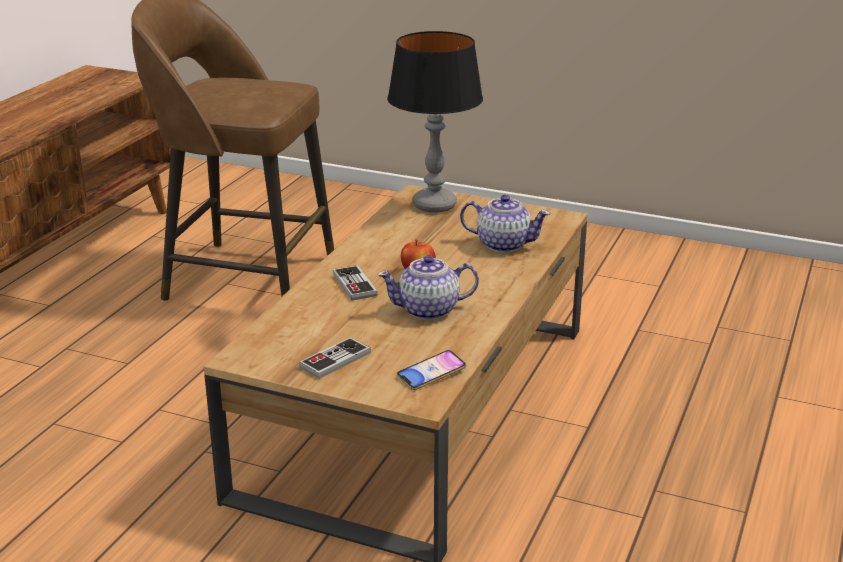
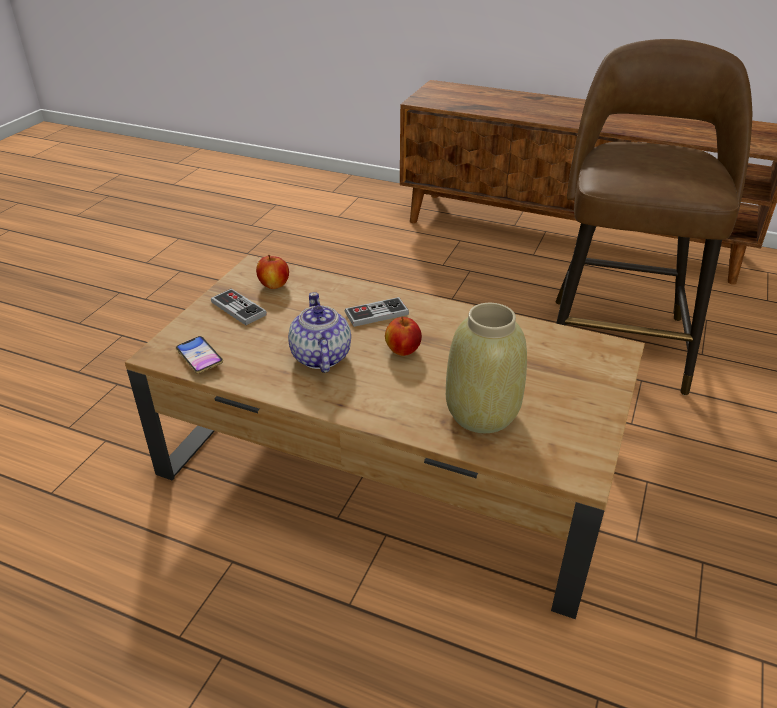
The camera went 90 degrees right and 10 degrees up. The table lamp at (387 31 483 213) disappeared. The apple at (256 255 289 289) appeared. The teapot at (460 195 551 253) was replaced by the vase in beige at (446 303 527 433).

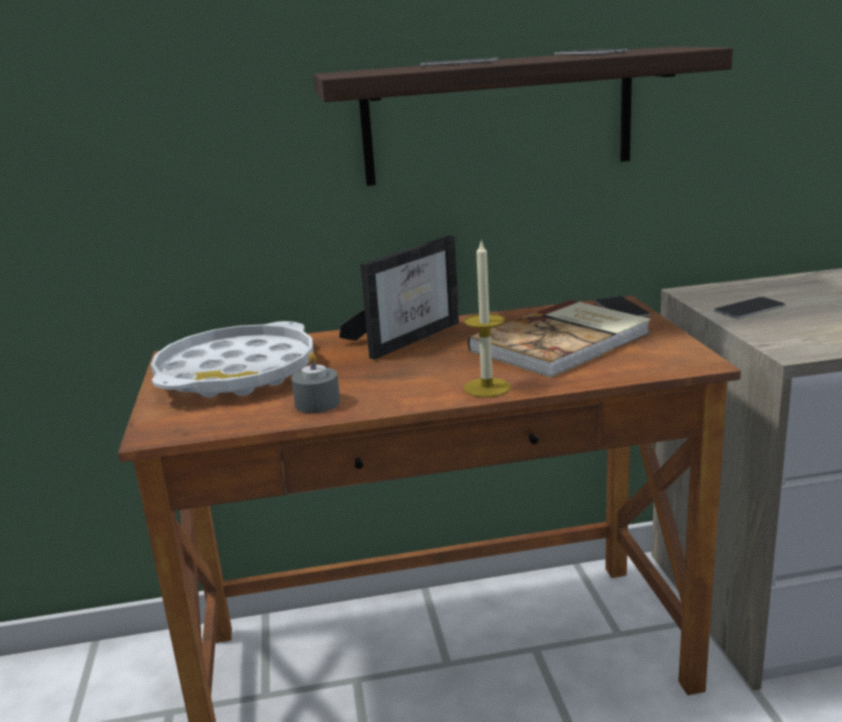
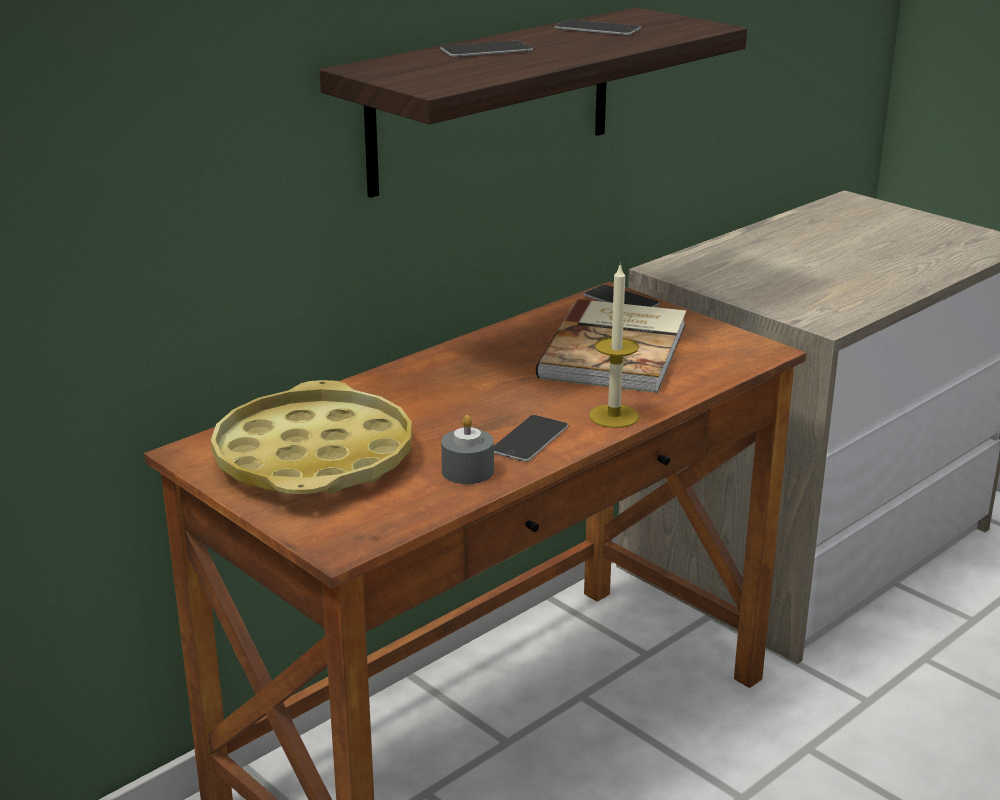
The camera went 35 degrees left and 5 degrees up. The picture frame at (339 236 459 360) disappeared. The phone moved from (714 297 786 319) to (494 415 568 462). The tray in white at (151 321 314 398) became the tray in yellow at (211 380 412 494).

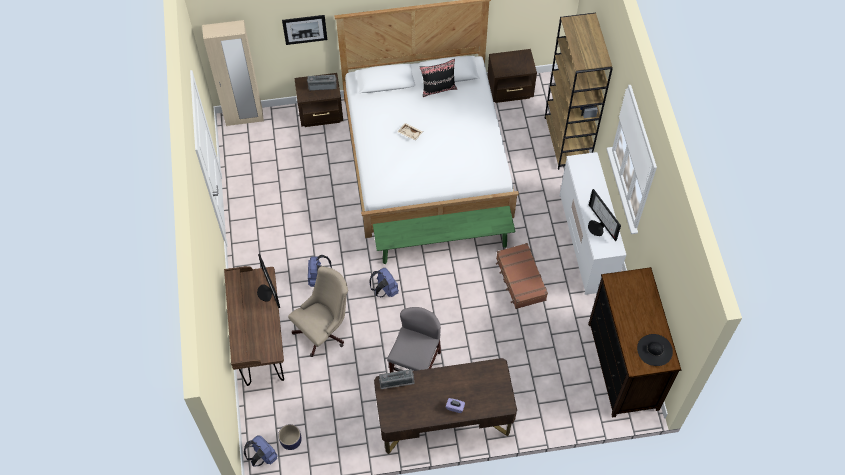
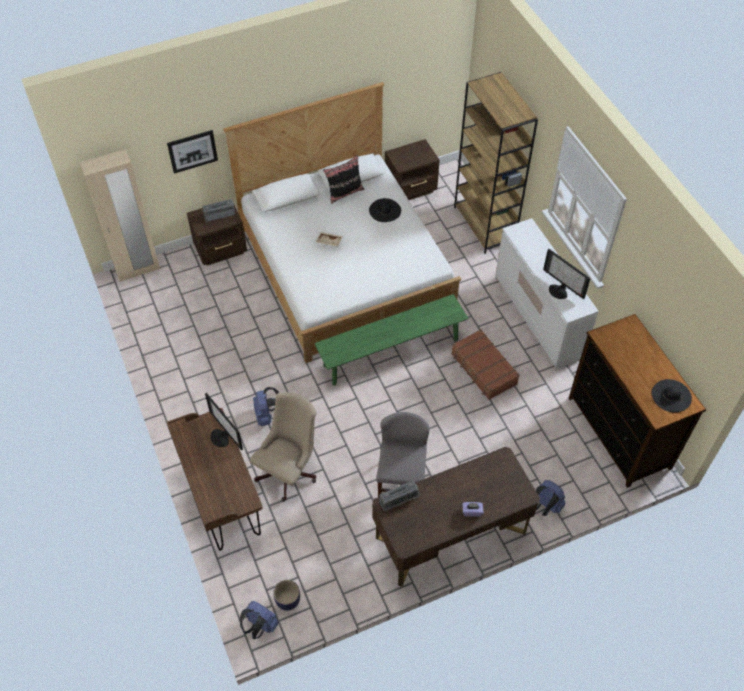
The camera went 15 degrees left and 5 degrees down. The hat in black at (369 198 401 222) appeared. The backpack in blue moved from (369 268 399 297) to (536 480 565 516).

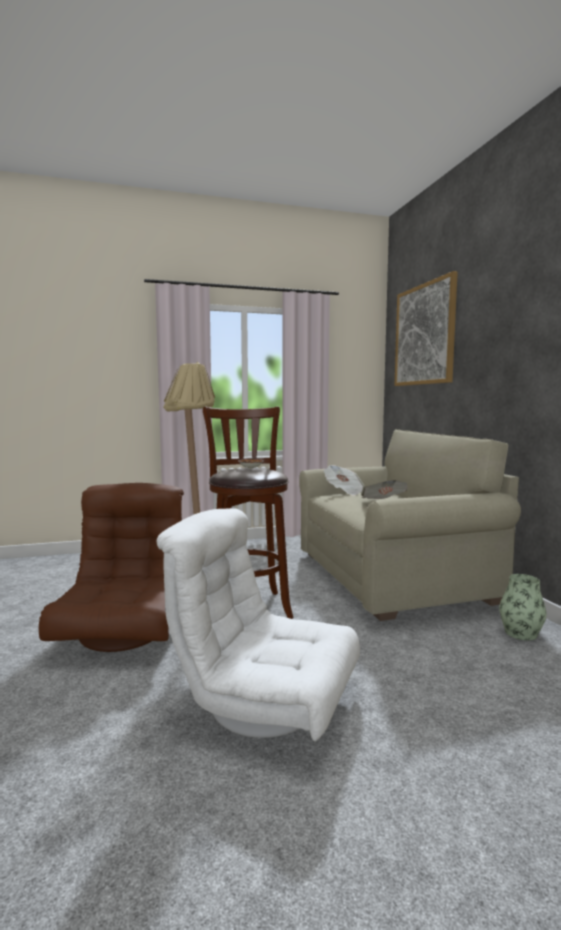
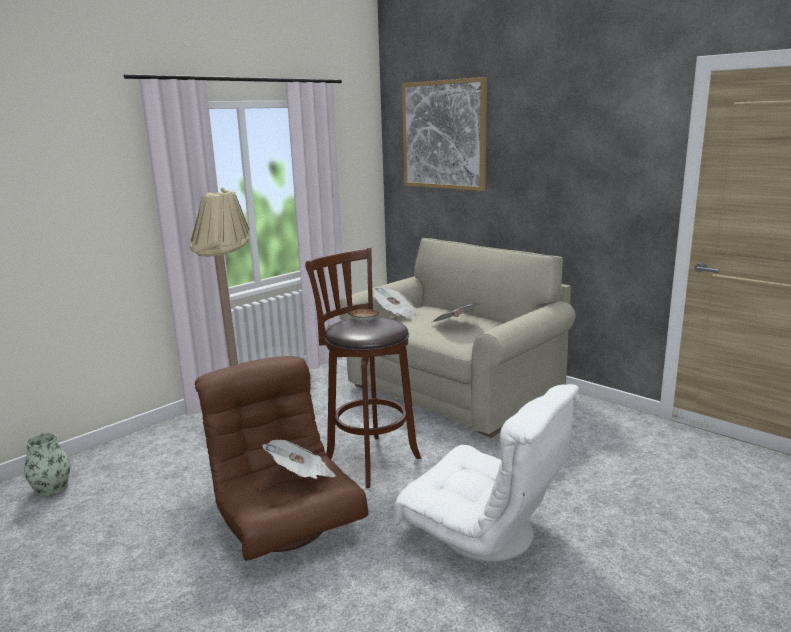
The camera went 30 degrees left and 10 degrees up. The newspaper at (262 440 336 479) appeared. The vase moved from (499 574 546 641) to (24 433 70 497). The armchair in white at (157 508 360 742) turned 135 degrees counterclockwise.

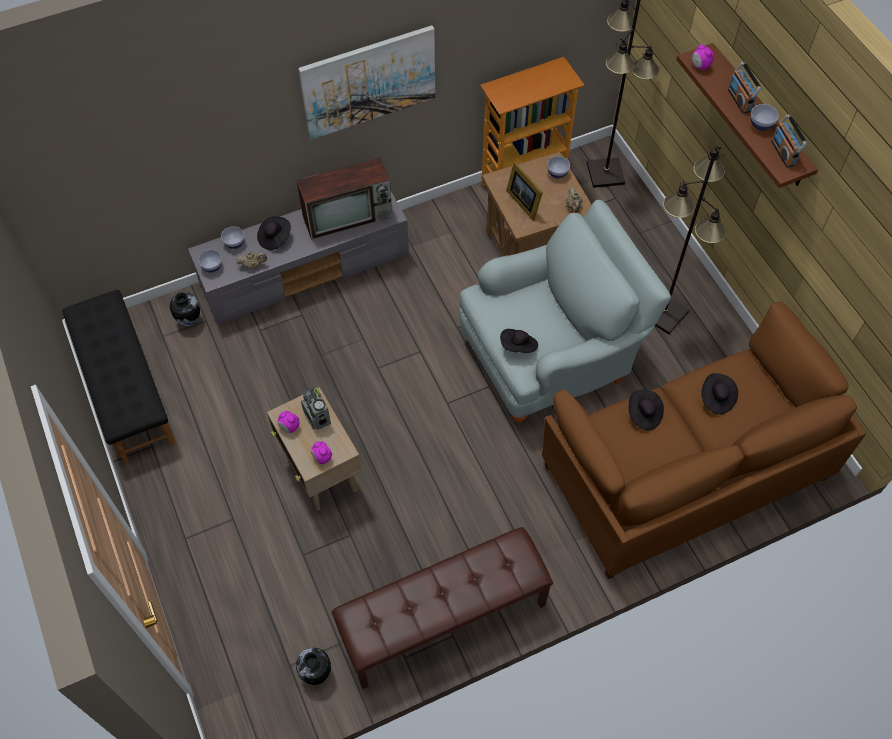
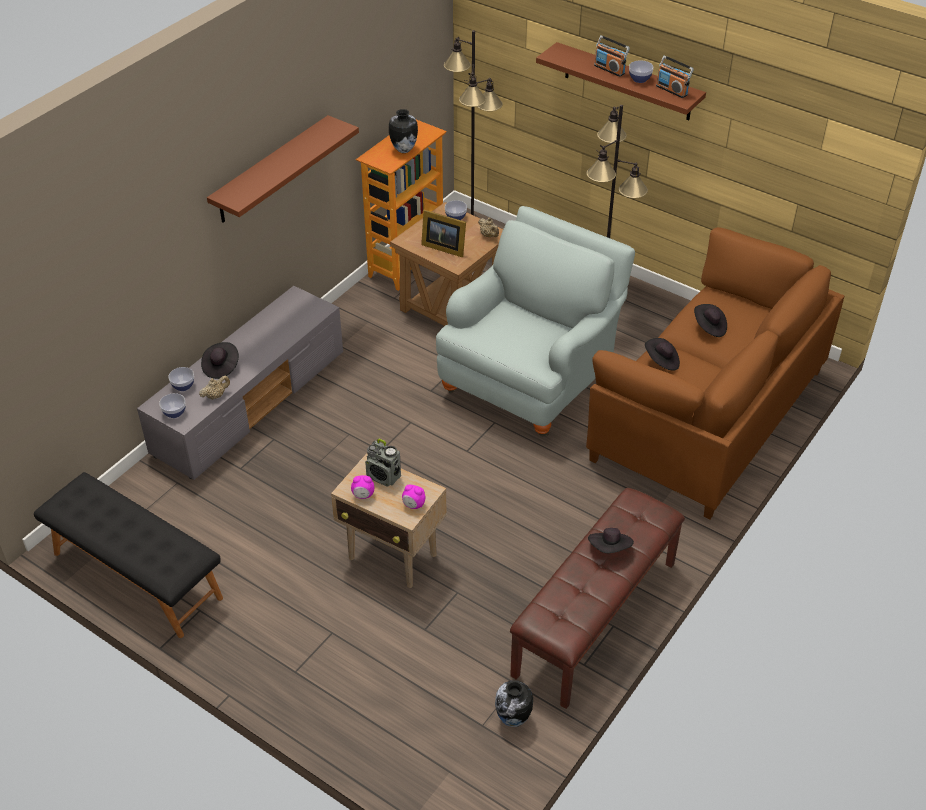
The camera went 30 degrees left and 15 degrees down. The television at (296 158 392 240) disappeared. The alarm clock at (692 44 714 70) disappeared. The vase moved from (170 292 200 327) to (389 109 418 153). The hat in black moved from (500 329 538 353) to (588 528 634 553). The picture at (298 25 435 140) was replaced by the shelf in brown at (207 115 359 223).

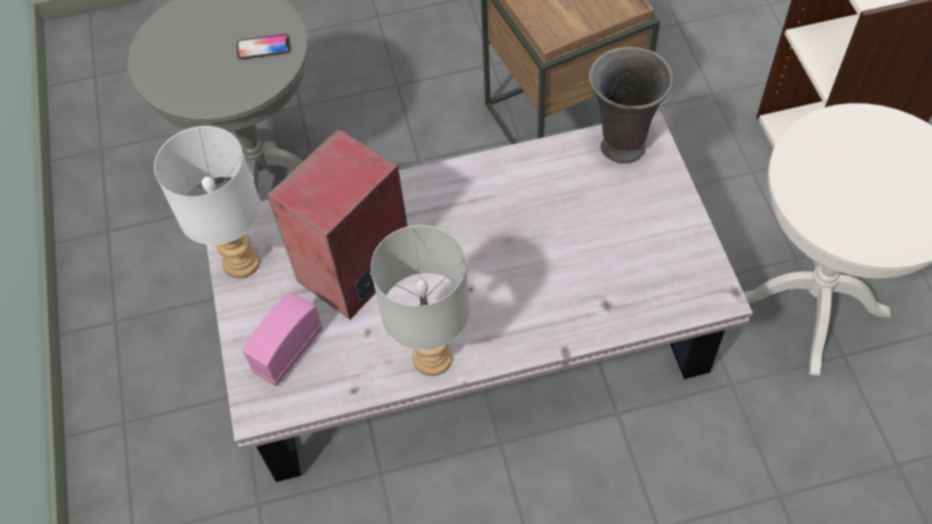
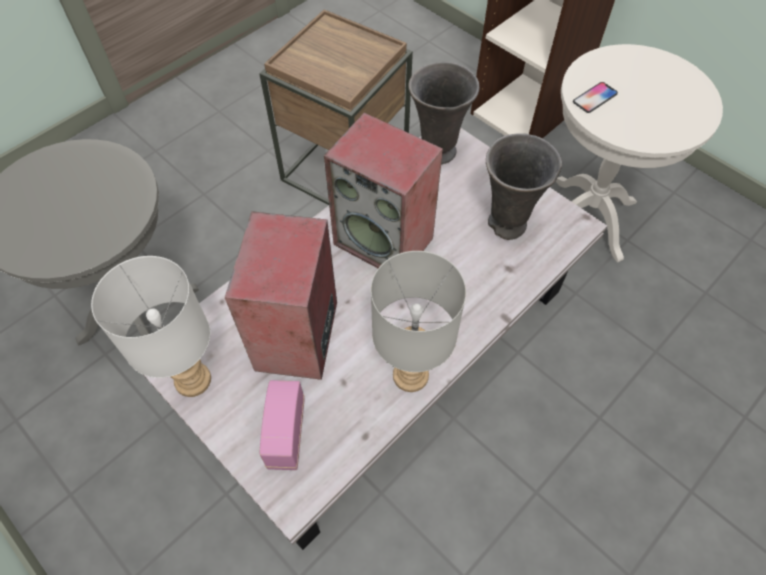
The camera went 35 degrees left and 0 degrees up. The speaker at (324 113 443 268) appeared. The vase in grey at (486 133 562 240) appeared. The phone moved from (237 34 290 59) to (573 82 618 113).

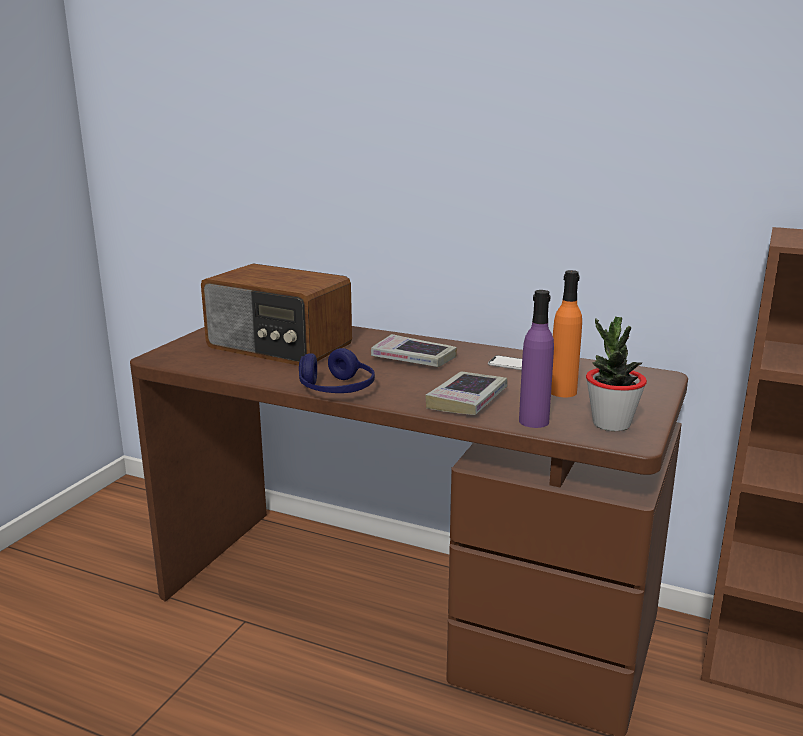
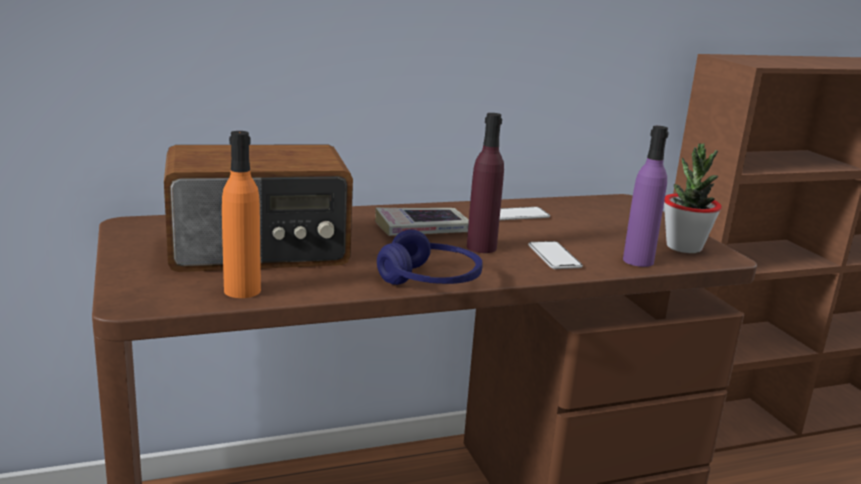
The camera went 45 degrees left and 0 degrees up. The bottle in purple at (467 113 504 253) appeared. The bottle in orange moved from (551 270 582 397) to (222 131 261 298). The book at (425 372 508 415) was replaced by the phone at (528 241 583 269).

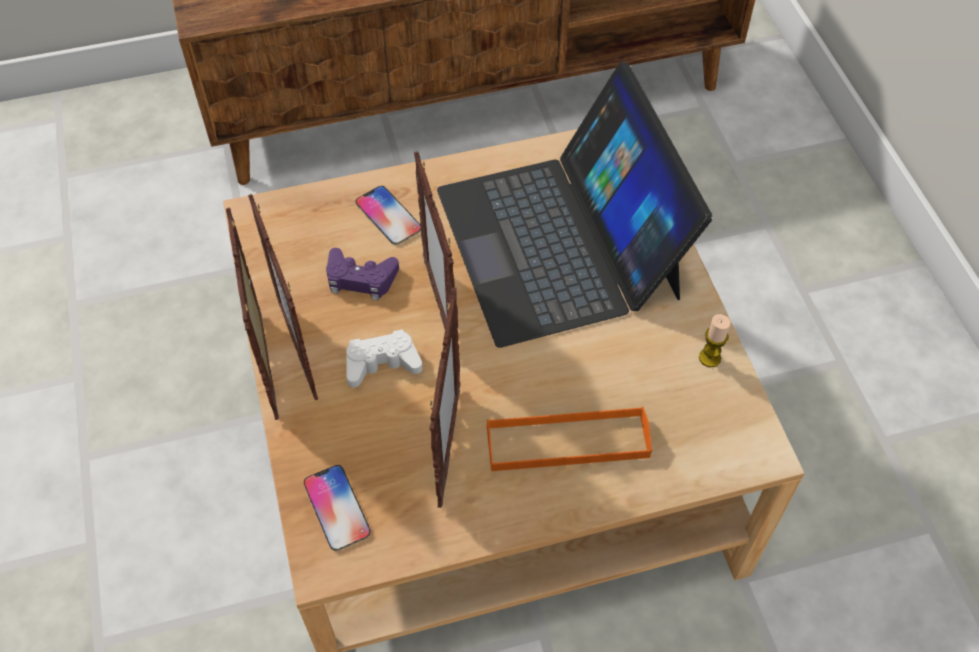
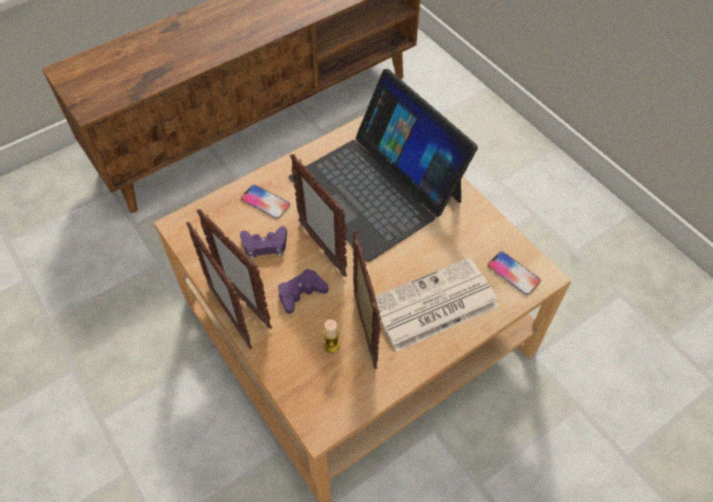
The camera went 20 degrees left and 0 degrees up. The phone moved from (304 465 371 551) to (488 252 541 295). The candle moved from (699 314 730 367) to (323 320 340 353). The tray in orange at (487 407 652 471) was replaced by the newspaper at (375 257 500 352). The game controller in white at (346 329 422 387) became the game controller in purple at (278 269 328 314).

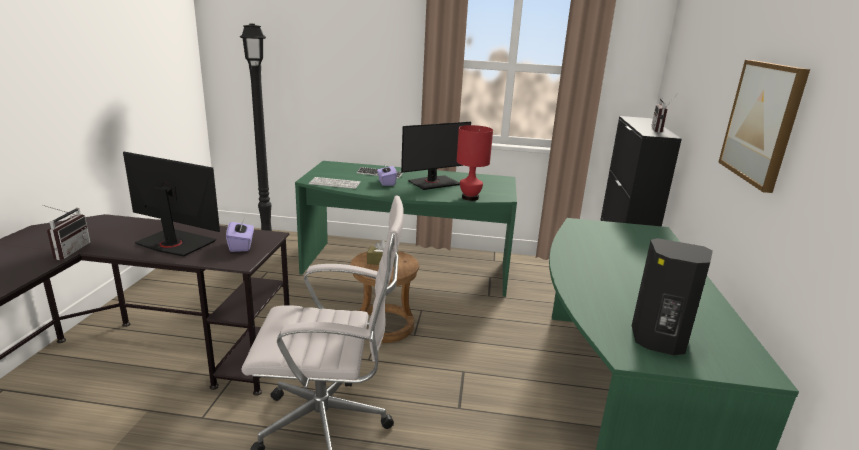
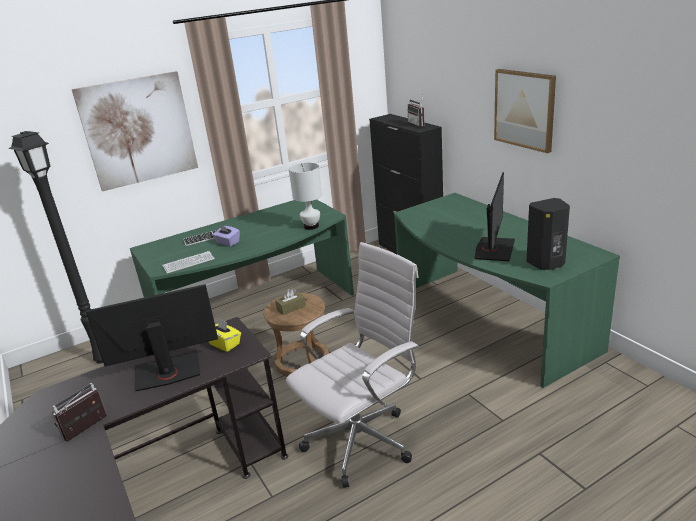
The camera went 35 degrees left and 5 degrees up. The picture at (72 71 198 191) appeared. The monitor moved from (401 122 471 190) to (475 172 515 261). The tissue box in purple at (226 220 254 252) became the tissue box in yellow at (209 318 241 352). The table lamp in red at (457 125 493 201) became the table lamp in white at (289 163 322 230). The radio at (42 205 90 260) turned 105 degrees counterclockwise.

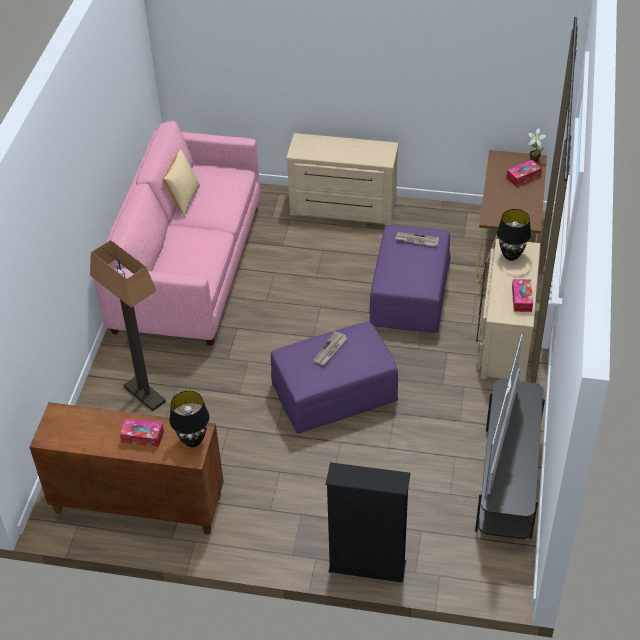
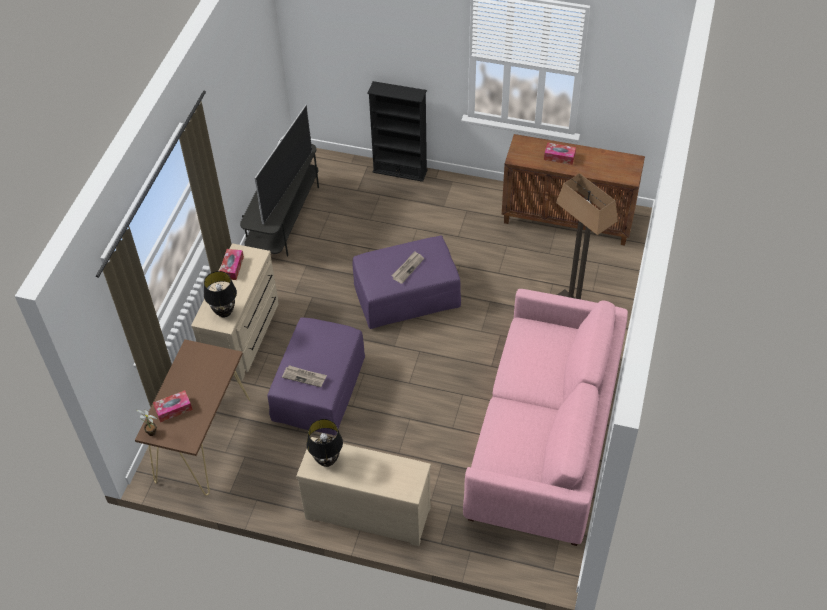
The camera went 175 degrees left and 5 degrees up. The pillow at (163 149 200 216) disappeared. The table lamp in black moved from (169 391 210 447) to (306 419 343 467).

